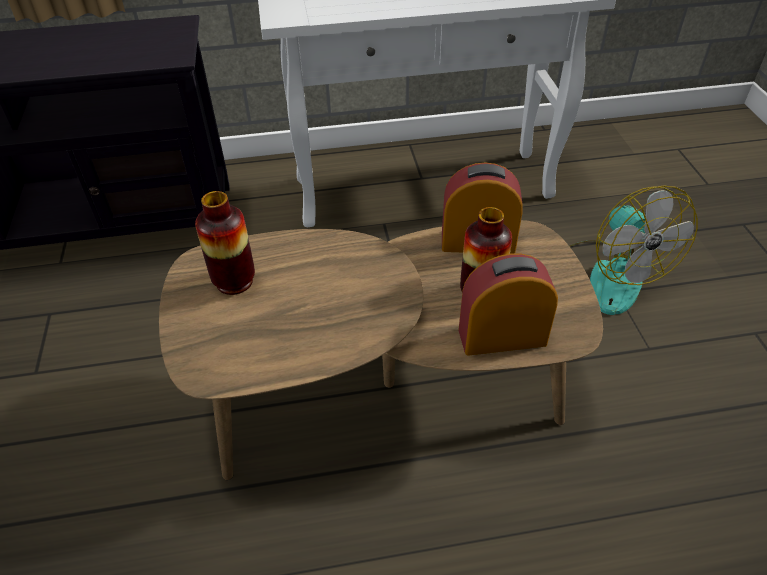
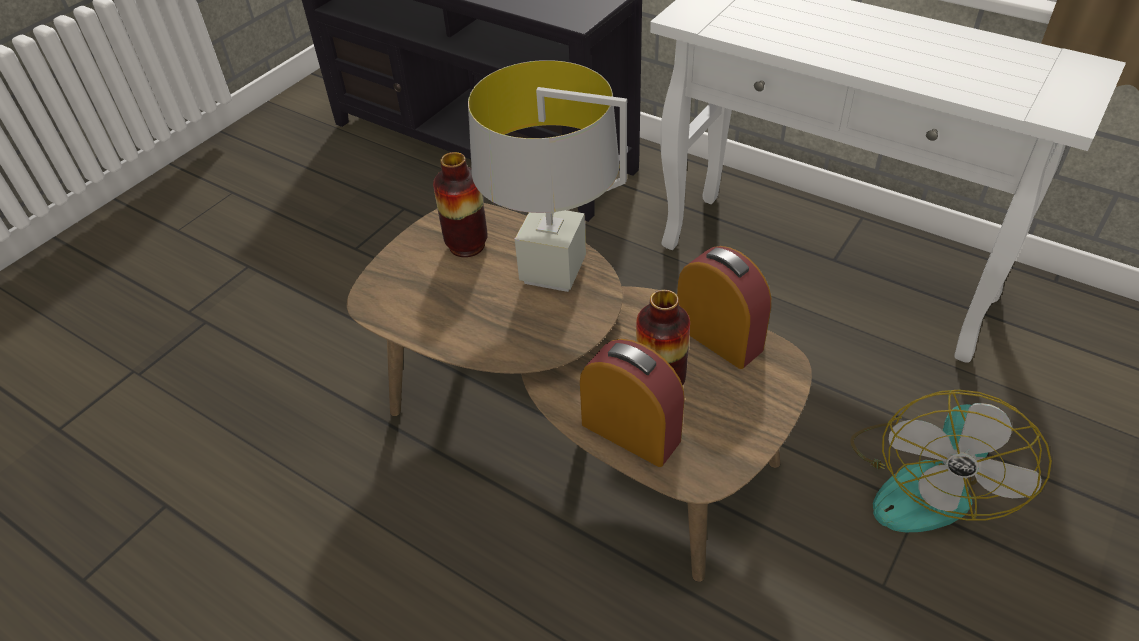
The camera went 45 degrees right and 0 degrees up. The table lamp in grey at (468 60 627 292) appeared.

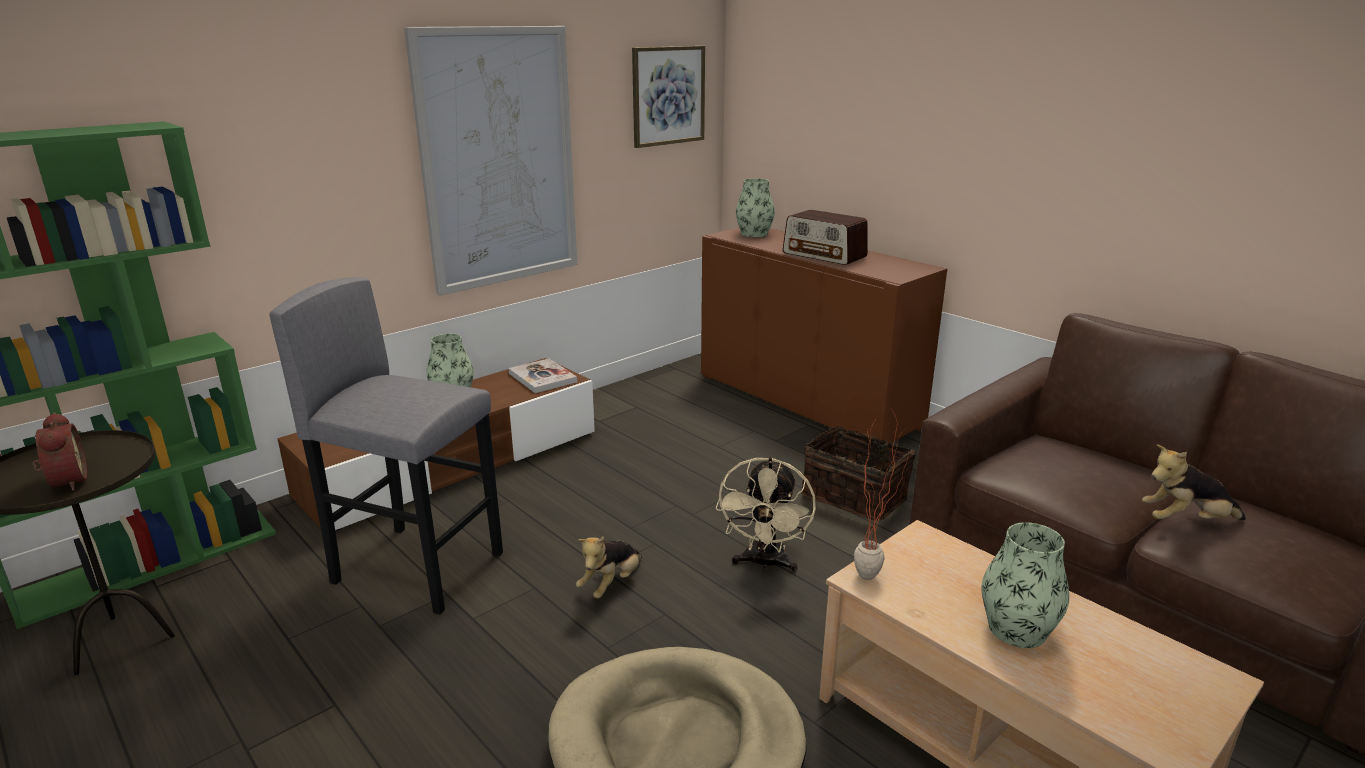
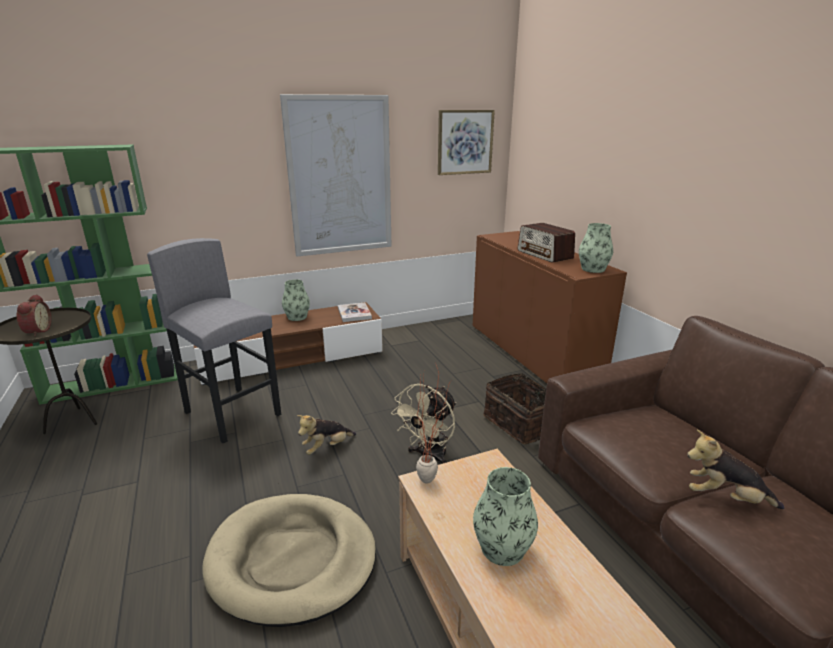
The camera went 20 degrees right and 0 degrees up. The vase moved from (736 178 775 237) to (579 223 613 273).

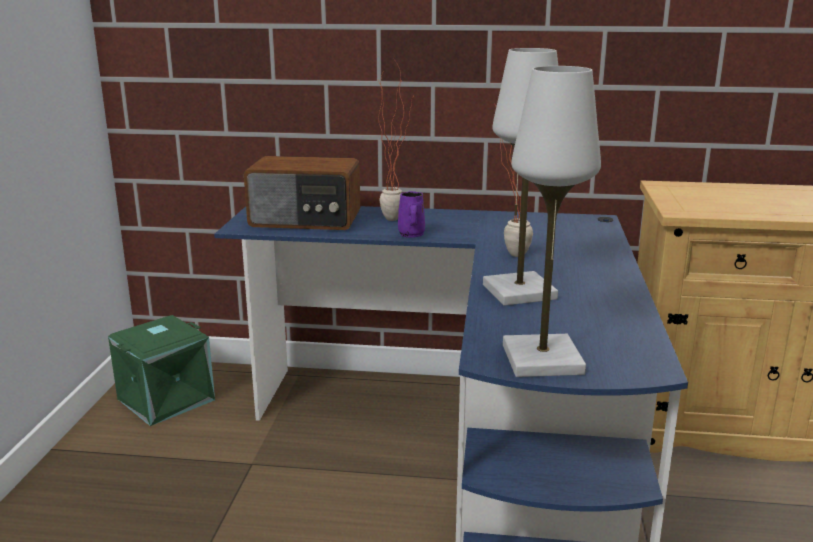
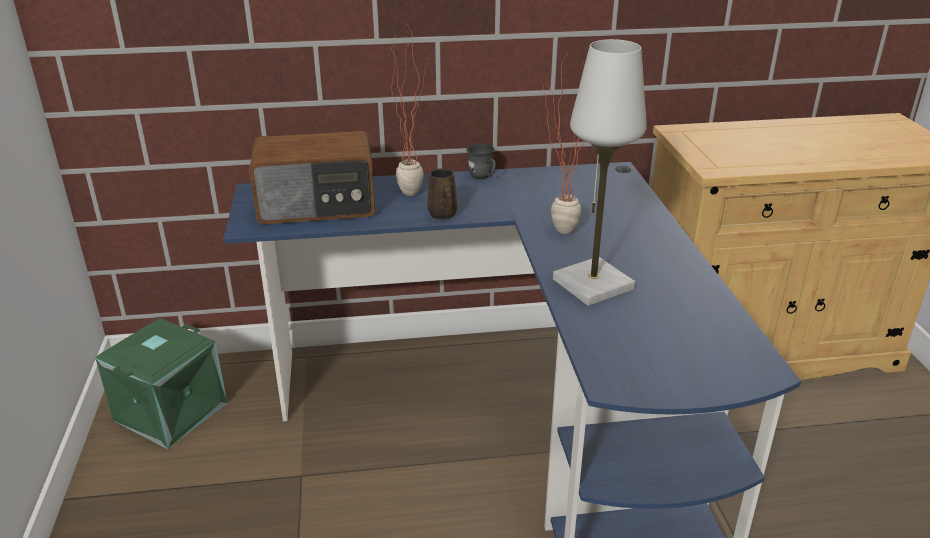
The camera went 15 degrees left and 10 degrees up. The table lamp in white at (503 66 601 377) disappeared. The mug in grey at (467 143 496 179) appeared. The mug in purple at (398 191 425 238) became the mug in brown at (428 168 457 220).

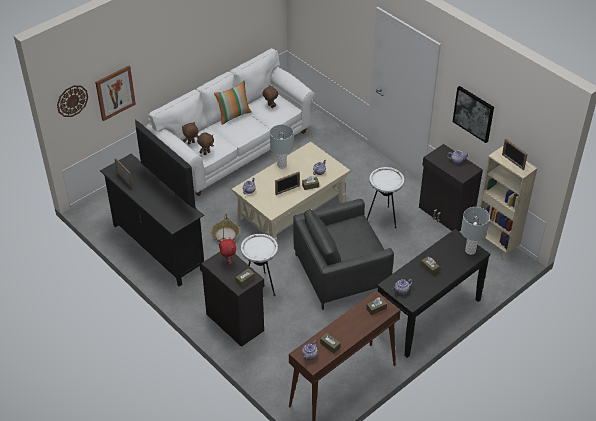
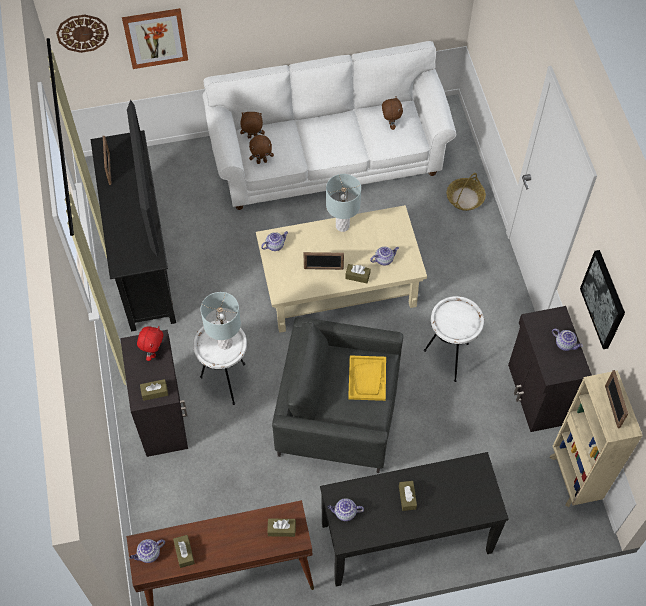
The camera went 30 degrees right and 15 degrees up. The pillow at (214 80 252 125) disappeared. The tray in yellow at (348 355 386 401) appeared. The basket moved from (211 214 240 242) to (447 173 486 211). The table lamp in grey moved from (461 207 490 255) to (201 292 241 350).

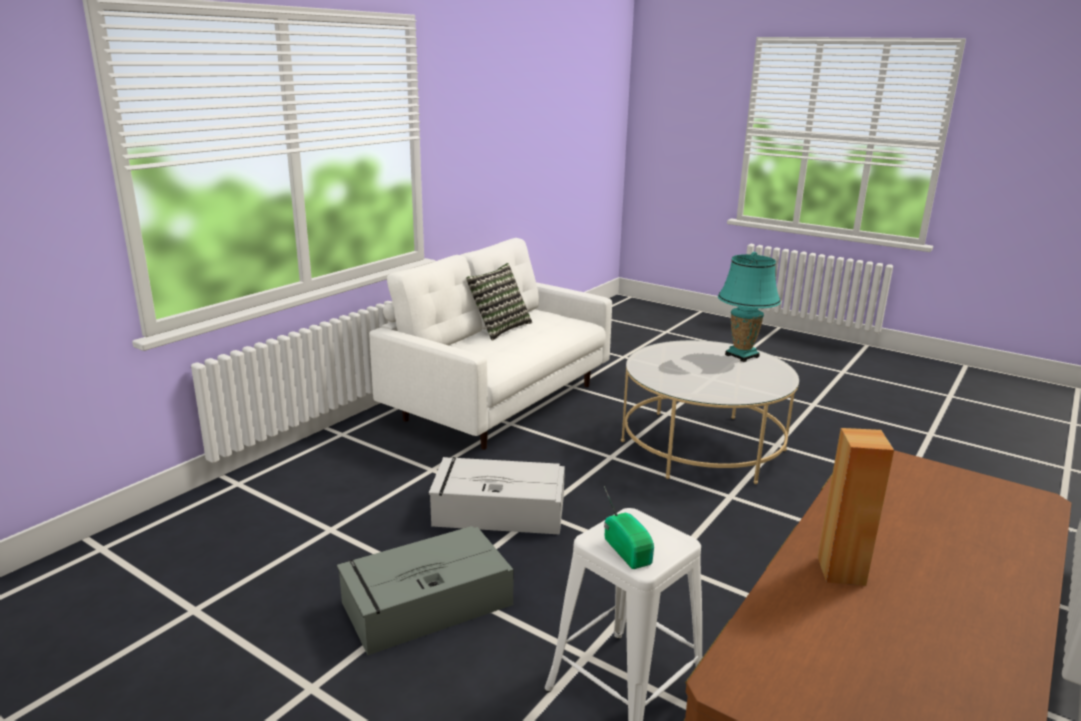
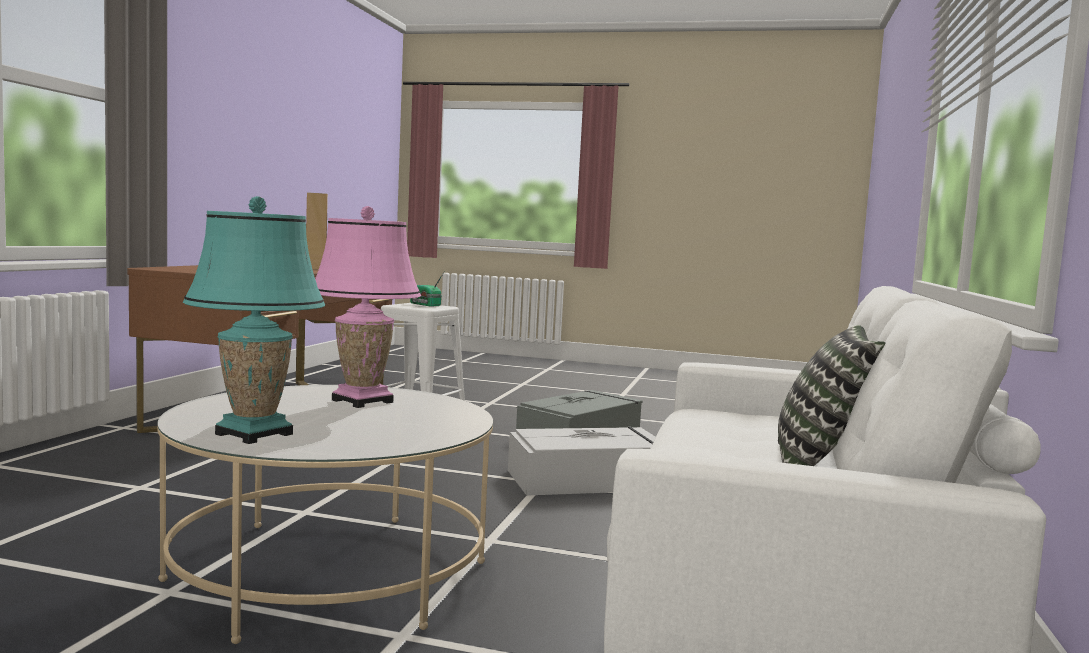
The camera went 160 degrees right and 15 degrees down. The table lamp in pink at (315 206 421 408) appeared.

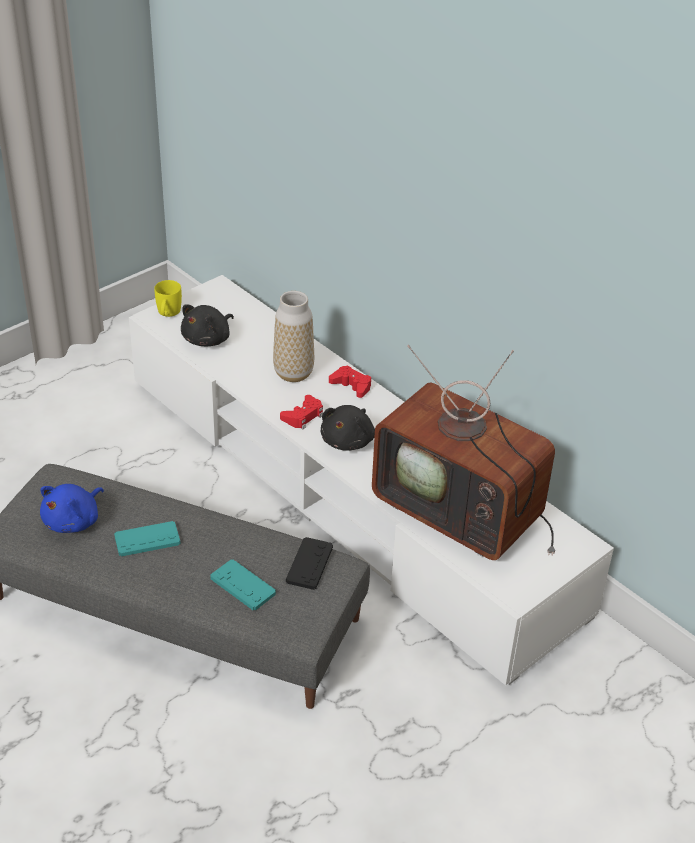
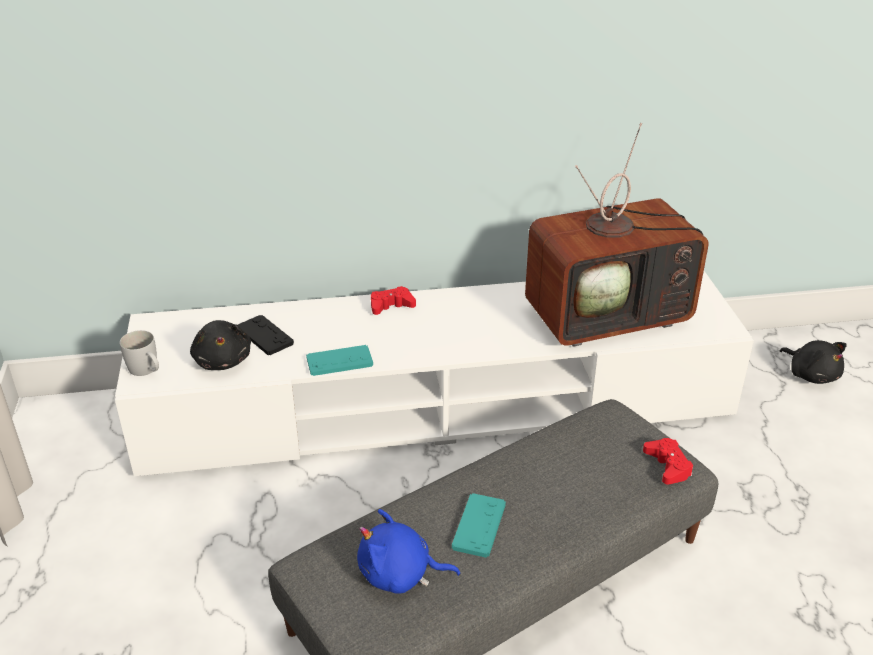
The camera went 55 degrees left and 5 degrees down. The vase at (273 291 314 382) disappeared. The game controller in turquoise moved from (210 560 276 611) to (306 345 373 376). The game controller in red moved from (280 395 323 429) to (643 438 693 485). The game controller in black moved from (286 537 333 590) to (238 315 294 355). The plush toy in black moved from (320 405 375 451) to (780 340 847 384). The mug in yellow at (154 280 182 317) became the mug in white at (120 330 159 376). The plush toy in blue at (40 484 104 533) turned 120 degrees clockwise.

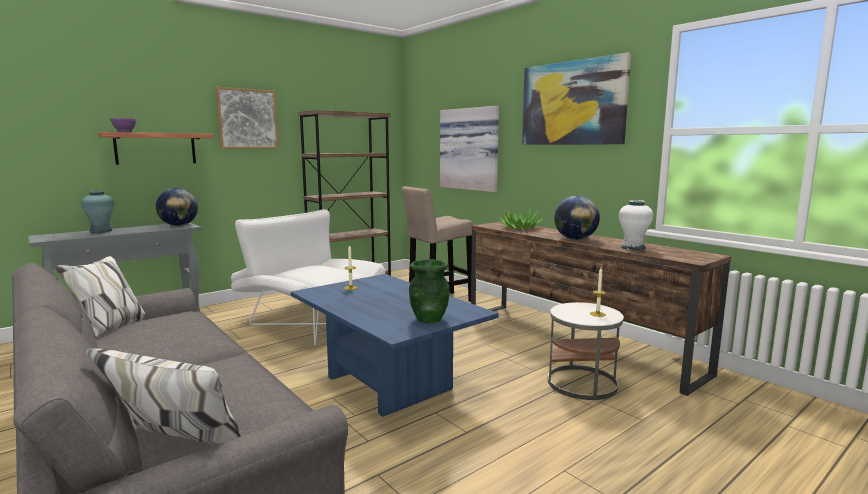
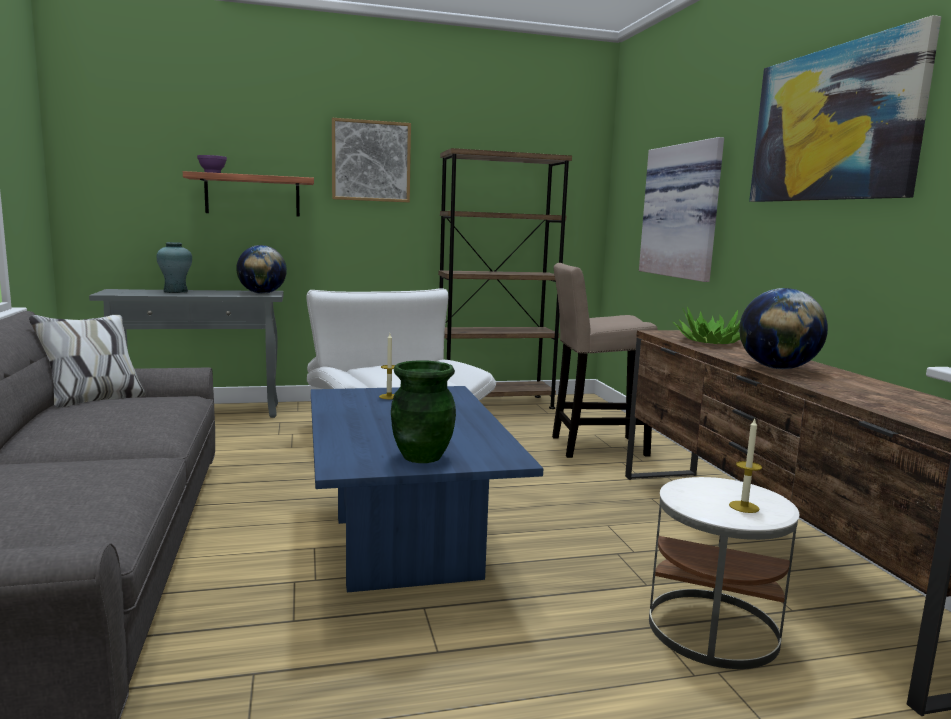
The camera went 25 degrees right and 0 degrees up. The vase in white at (619 200 653 250) disappeared.

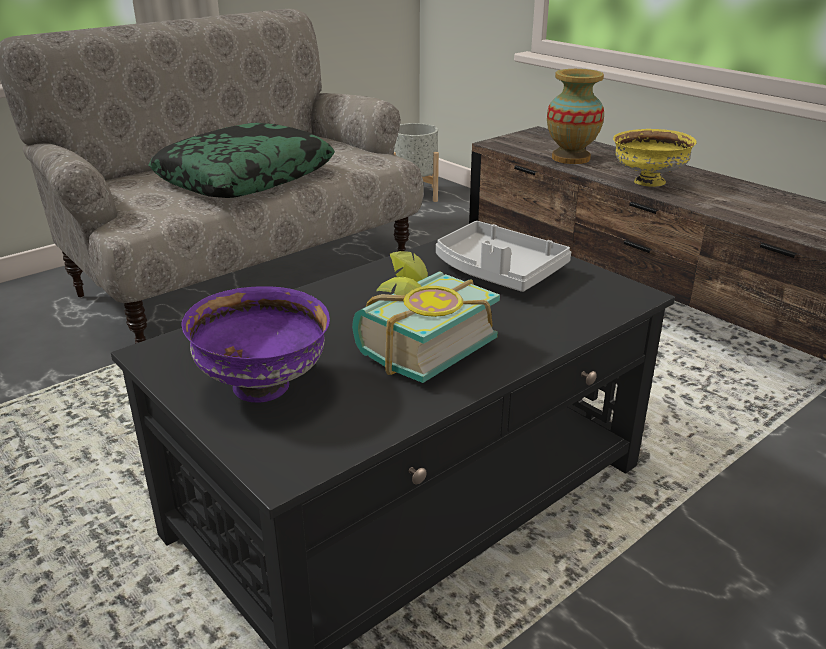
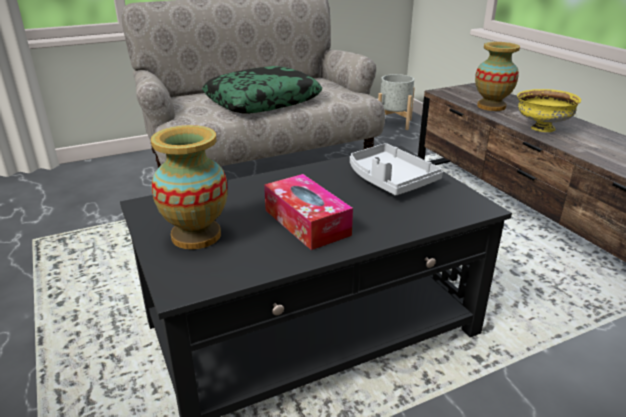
The camera went 15 degrees right and 0 degrees up. The bowl in purple at (181 286 330 403) was replaced by the vase at (151 125 228 249). The book at (352 251 500 383) was replaced by the tissue box at (264 174 353 250).

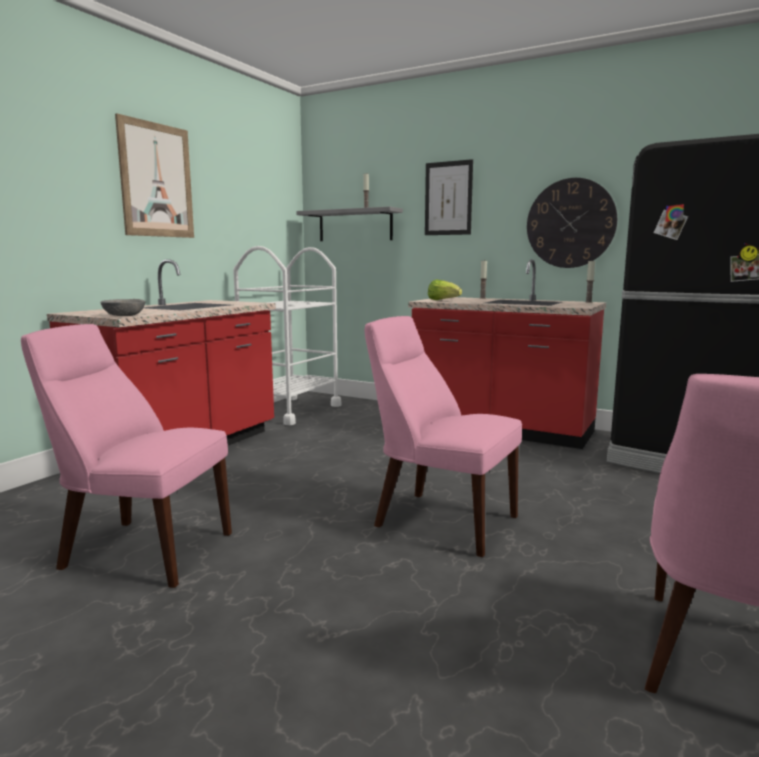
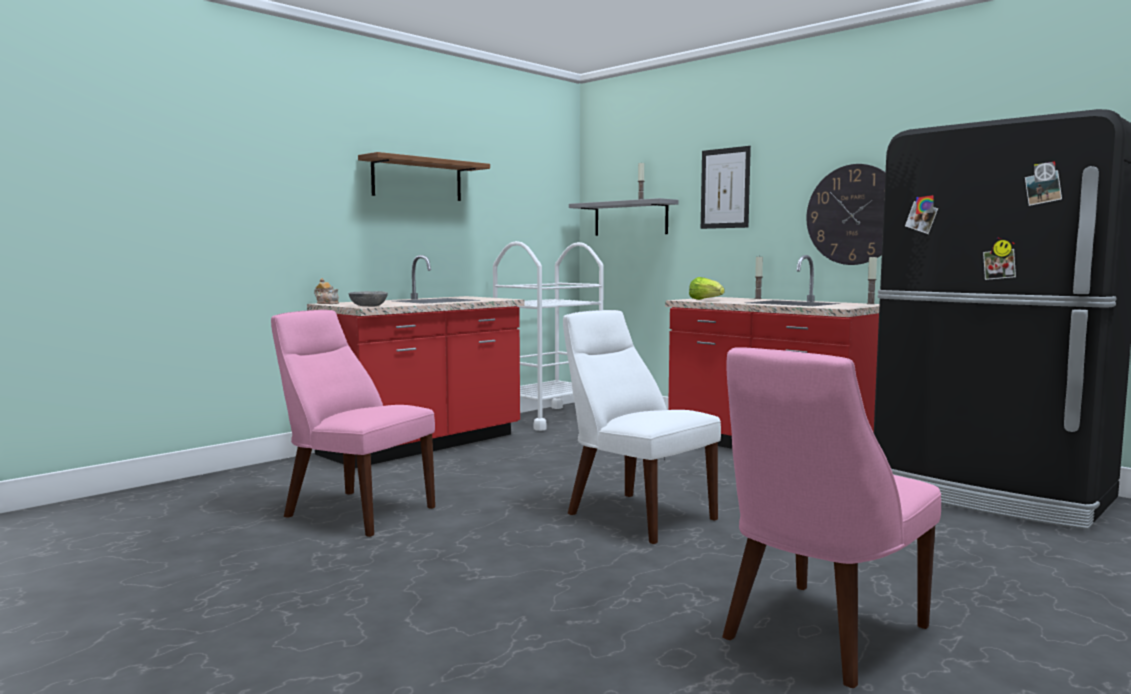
The camera went 15 degrees right and 5 degrees down. The teapot at (314 278 339 304) appeared. The picture at (115 113 194 238) was replaced by the shelf in brown at (358 152 490 201). The chair in pink at (365 316 522 557) became the chair in white at (563 310 721 544).

